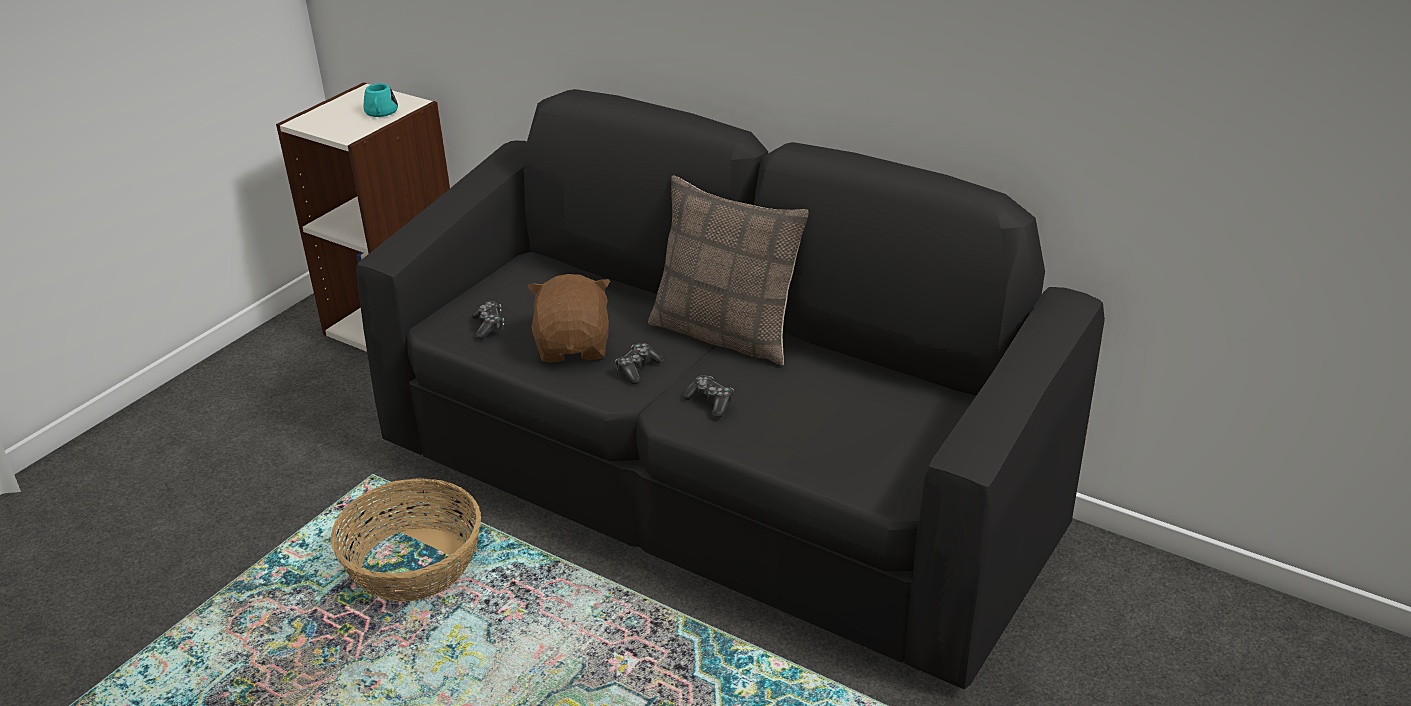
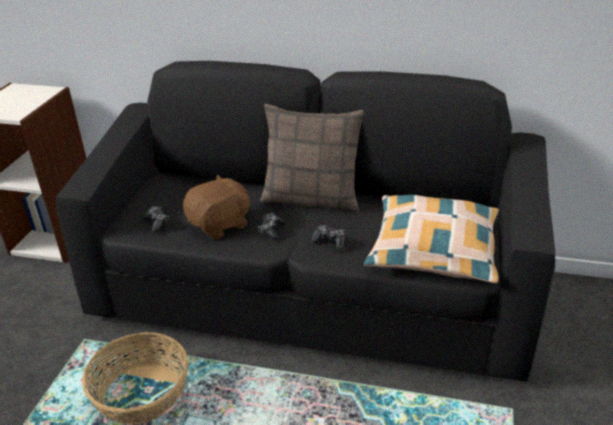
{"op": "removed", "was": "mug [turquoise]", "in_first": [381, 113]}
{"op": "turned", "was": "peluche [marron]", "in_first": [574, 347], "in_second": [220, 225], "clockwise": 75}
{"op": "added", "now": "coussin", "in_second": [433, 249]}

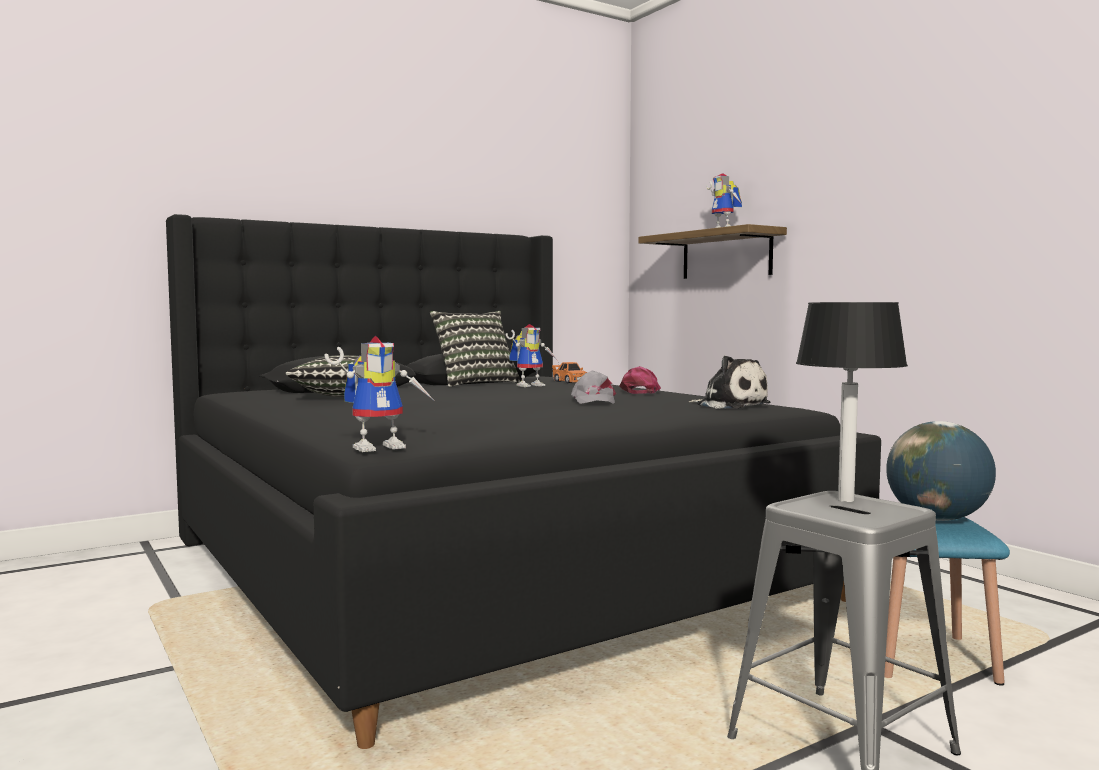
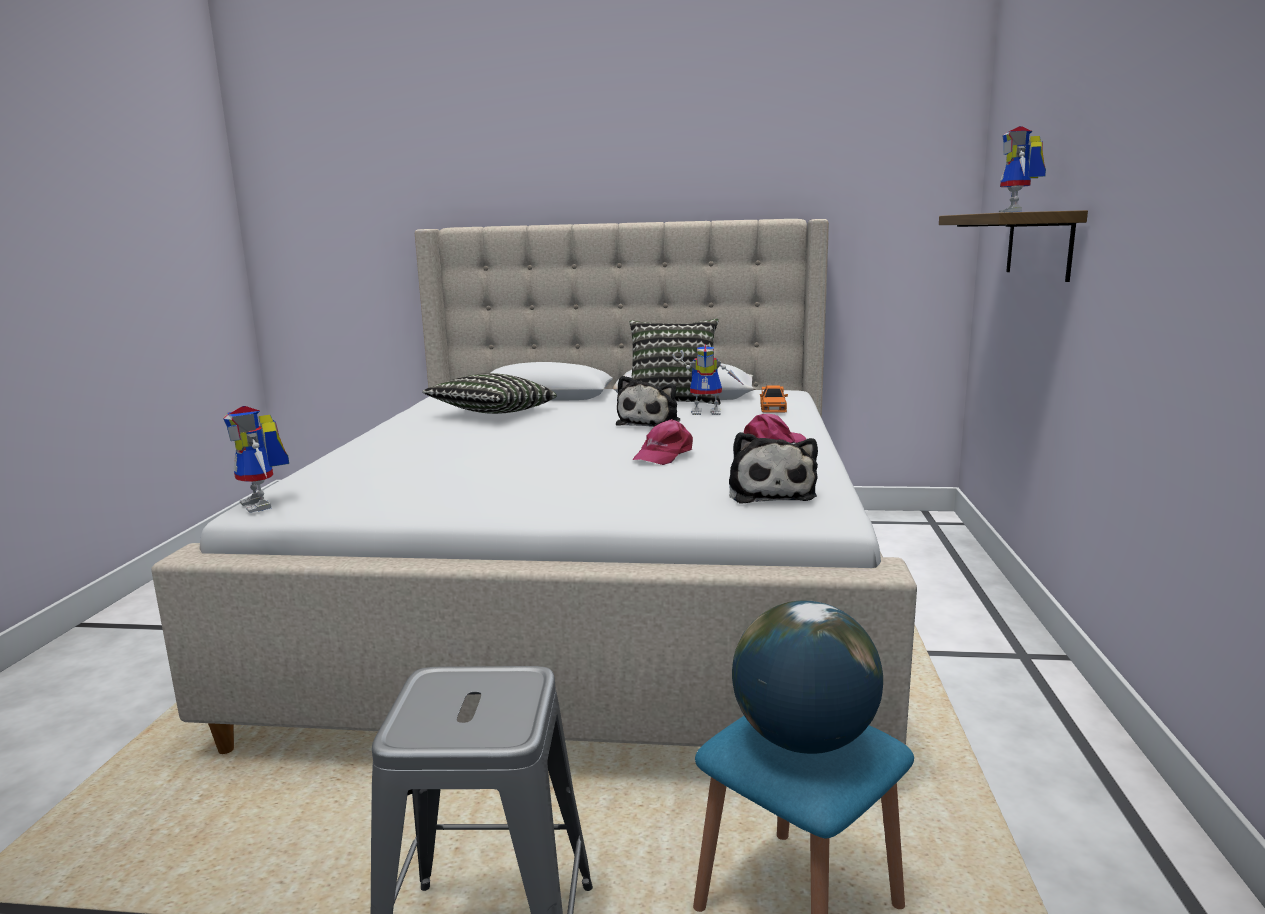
{"op": "recoloured", "was": "lit [noir]", "now": "lit [beige]", "in_first": [484, 566], "in_second": [595, 600]}
{"op": "removed", "was": "lampe de table", "in_first": [846, 500]}
{"op": "turned", "was": "robot jouet", "in_first": [381, 447], "in_second": [264, 505], "clockwise": 45}
{"op": "recoloured", "was": "casquette [gris]", "now": "casquette [rose]", "in_first": [593, 400], "in_second": [664, 455]}
{"op": "added", "now": "peluche", "in_second": [651, 423]}

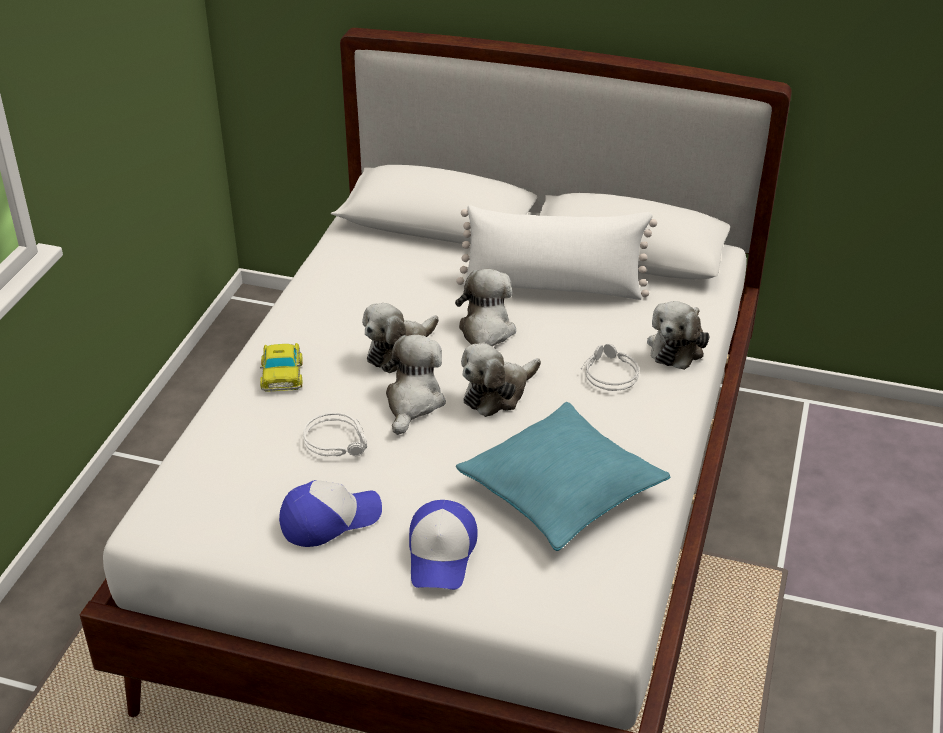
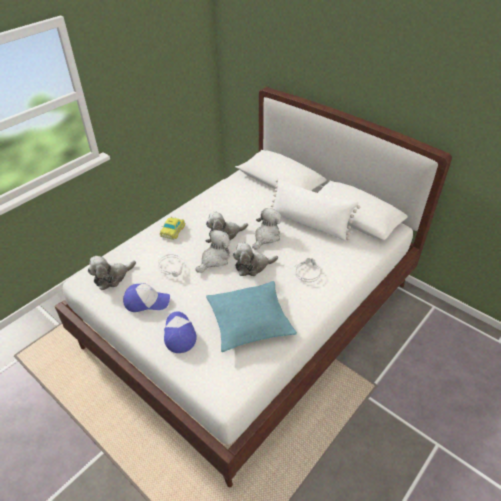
{"op": "moved", "was": "peluche", "in_first": [677, 346], "in_second": [112, 277]}
{"op": "turned", "was": "casquette", "in_first": [441, 554], "in_second": [179, 334], "clockwise": 135}

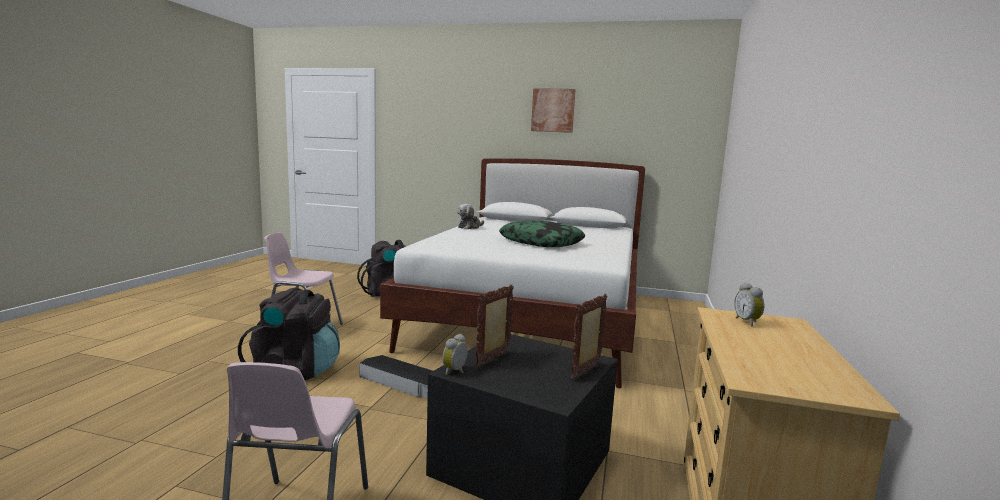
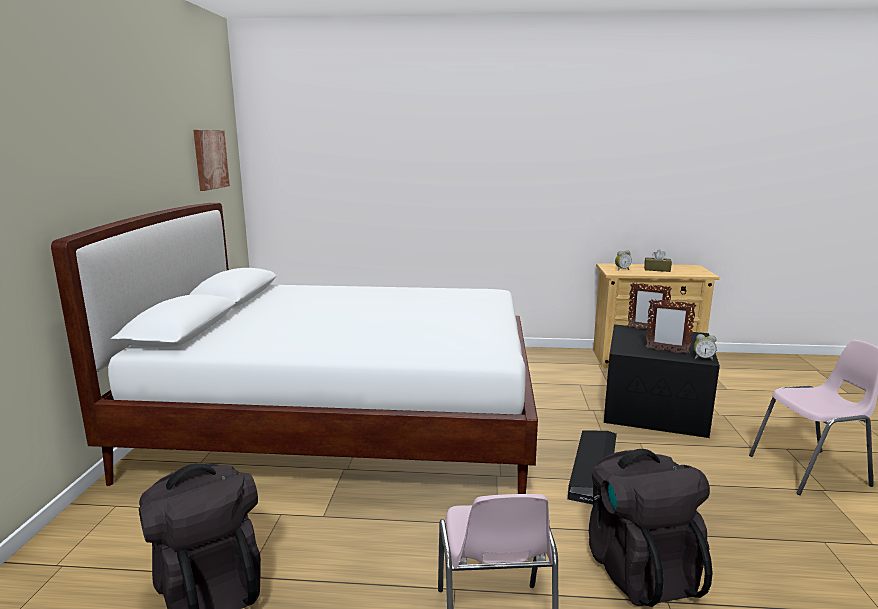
{"op": "moved", "was": "tableau", "in_first": [553, 110], "in_second": [210, 159]}
{"op": "removed", "was": "peluche", "in_first": [470, 227]}
{"op": "removed", "was": "coussin", "in_first": [541, 242]}
{"op": "added", "now": "boîte à mouchoirs [marron]", "in_second": [657, 269]}

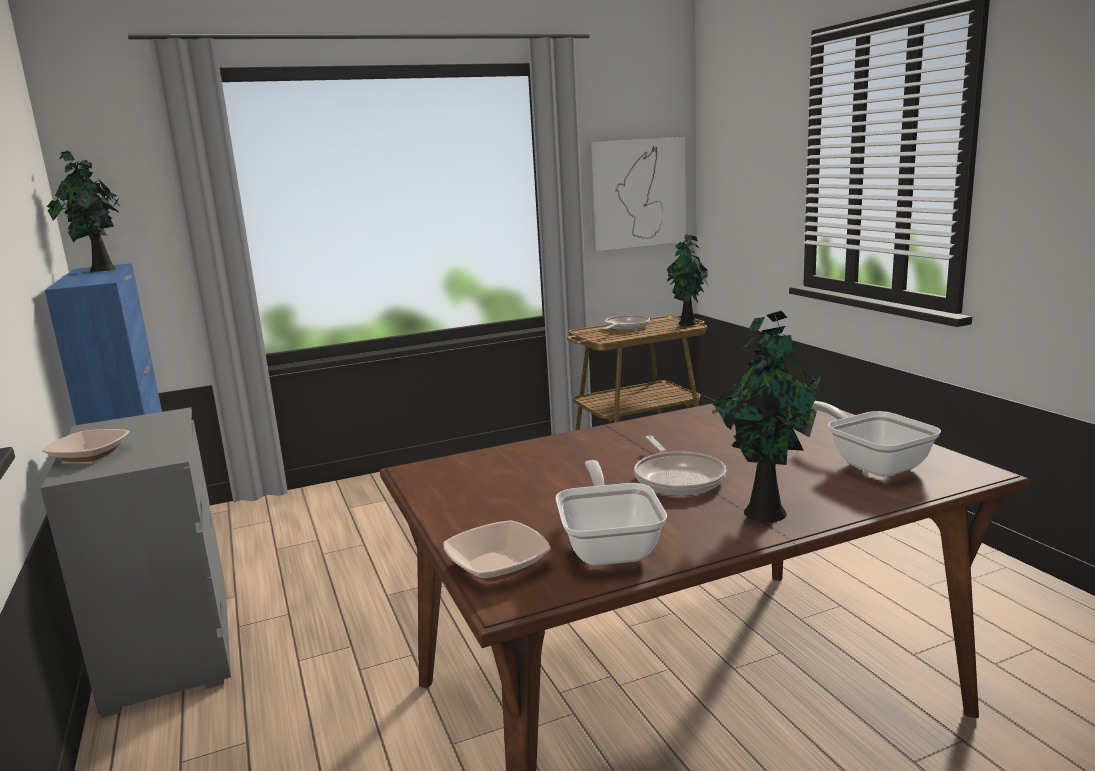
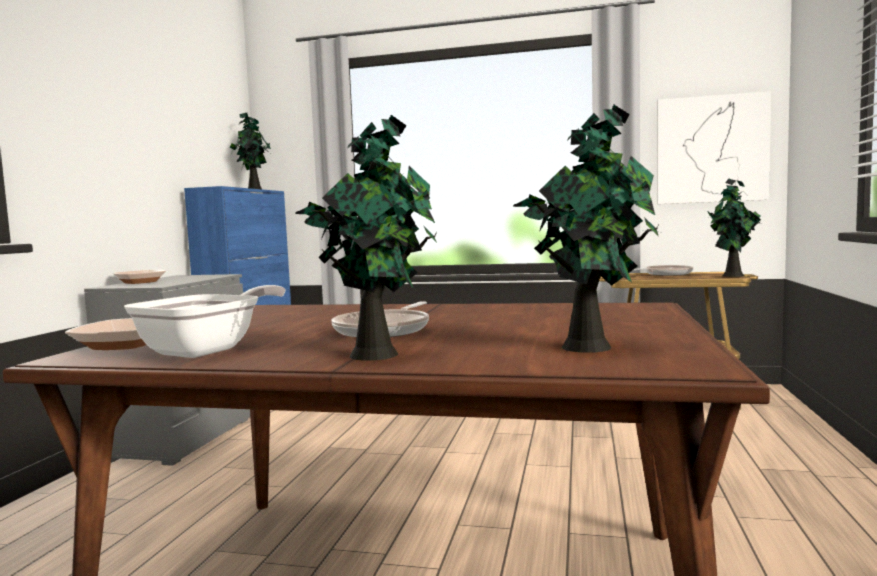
{"op": "replaced", "was": "poêle", "now": "plante en pot", "in_first": [872, 463], "in_second": [590, 346]}

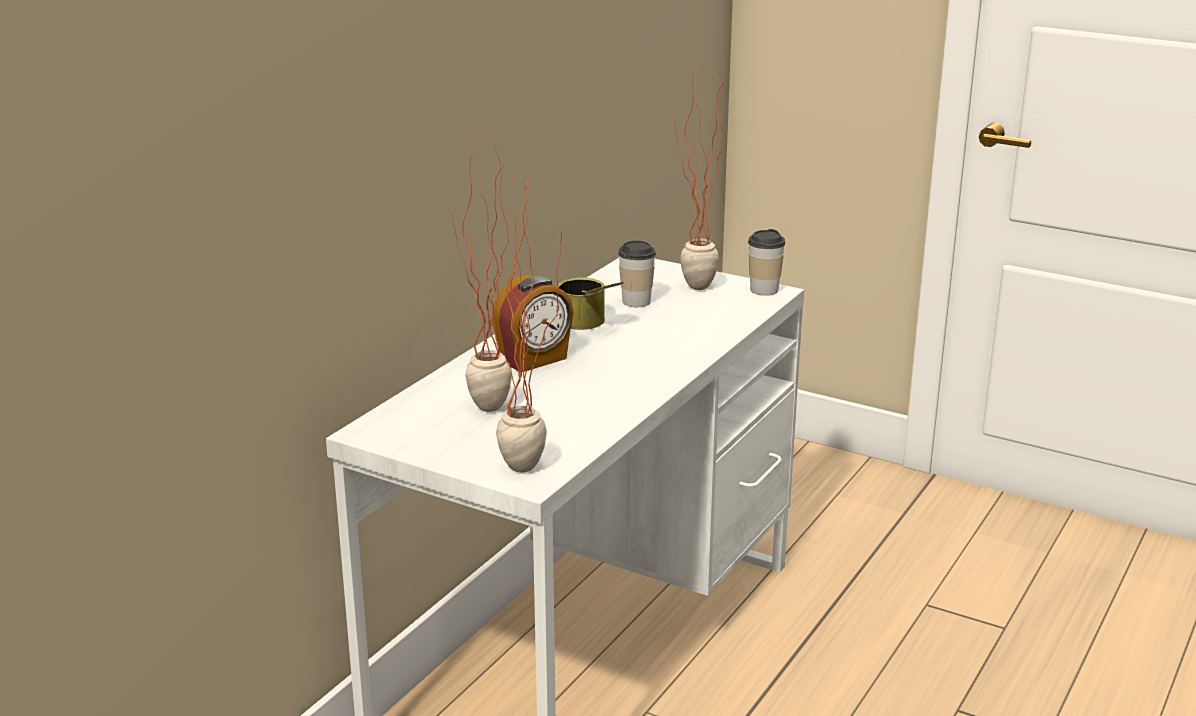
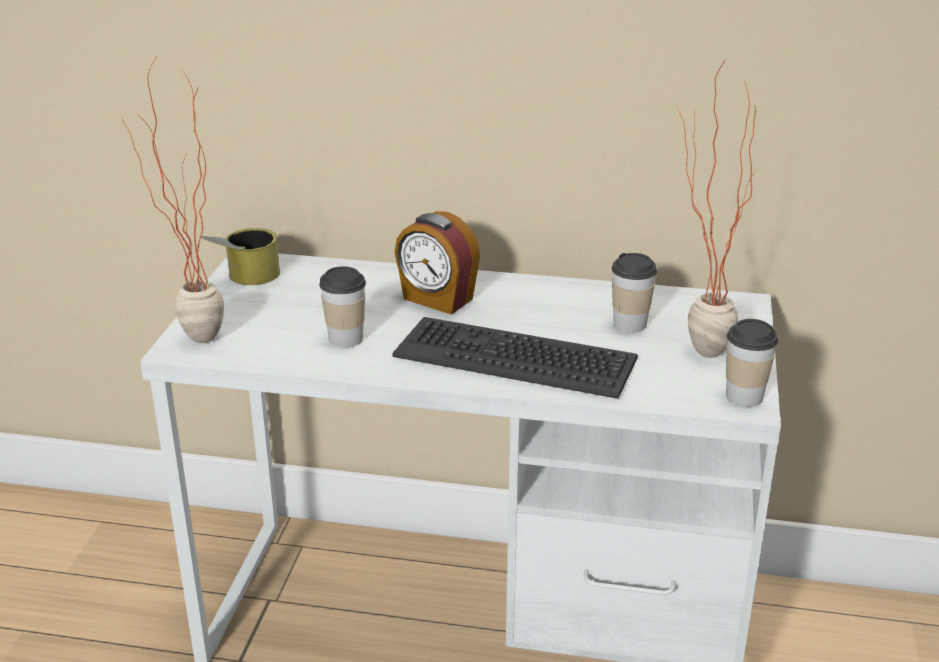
{"op": "removed", "was": "plante en pot", "in_first": [483, 414]}
{"op": "moved", "was": "boîte métallique", "in_first": [589, 325], "in_second": [243, 280]}
{"op": "added", "now": "tasse", "in_second": [346, 338]}
{"op": "added", "now": "clavier", "in_second": [516, 358]}

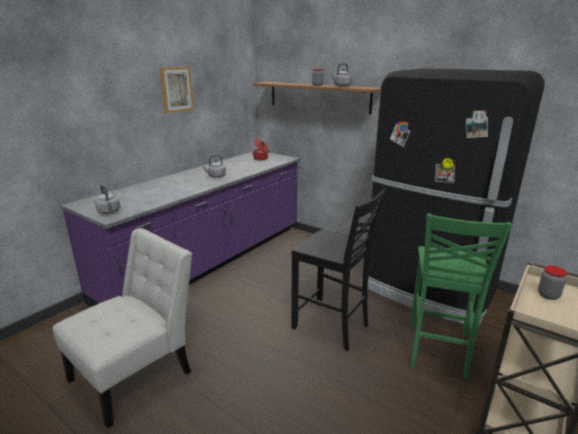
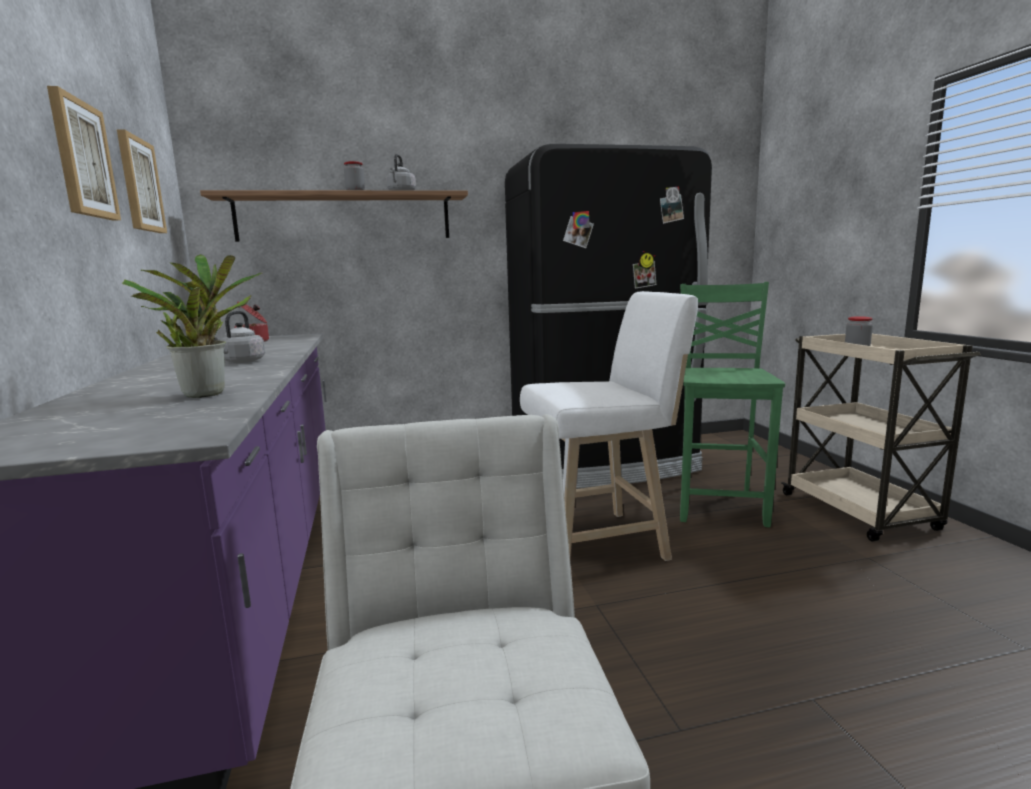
{"op": "removed", "was": "bouilloire [gris]", "in_first": [109, 212]}
{"op": "replaced", "was": "chaise [noir]", "now": "tabouret [blanc]", "in_first": [332, 327], "in_second": [602, 542]}
{"op": "turned", "was": "chaise [vert]", "in_first": [437, 351], "in_second": [720, 504], "clockwise": -135}
{"op": "added", "now": "tableau", "in_second": [140, 185]}
{"op": "added", "now": "plante en pot", "in_second": [207, 393]}

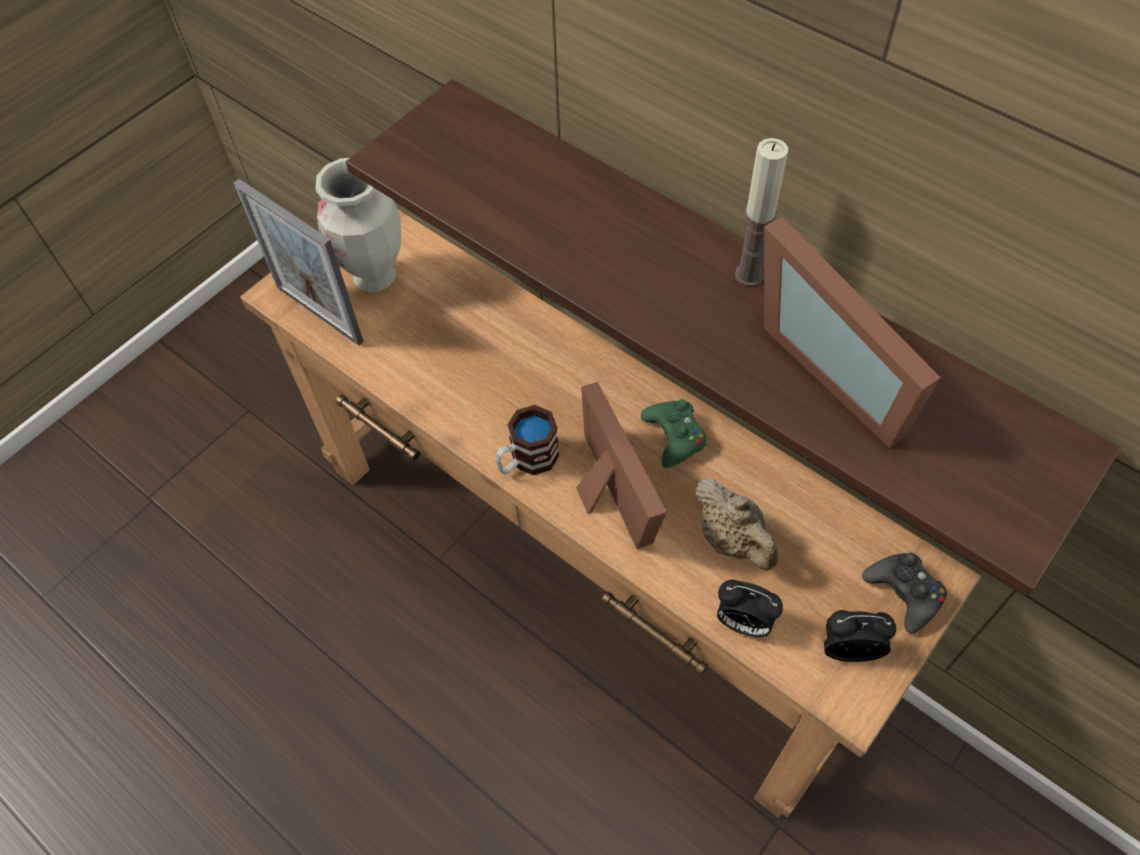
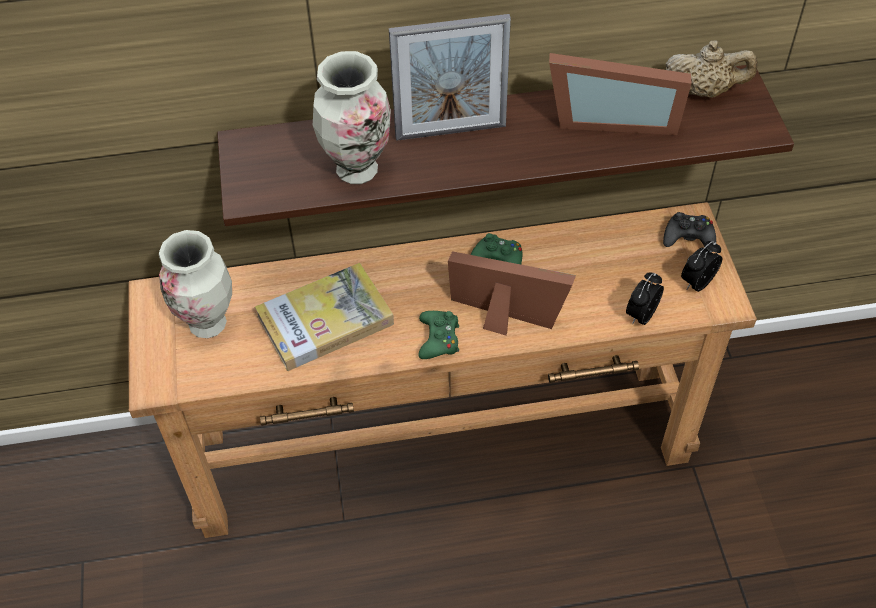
{"op": "removed", "was": "bougie", "in_first": [749, 275]}
{"op": "moved", "was": "cadre photo", "in_first": [319, 314], "in_second": [450, 131]}
{"op": "replaced", "was": "mug", "now": "manette [vert]", "in_first": [527, 460], "in_second": [439, 339]}
{"op": "moved", "was": "théière [beige]", "in_first": [733, 540], "in_second": [705, 91]}
{"op": "turned", "was": "réveil", "in_first": [743, 622], "in_second": [641, 314], "clockwise": 150}
{"op": "added", "now": "vase", "in_second": [357, 170]}
{"op": "added", "now": "livre", "in_second": [325, 320]}

